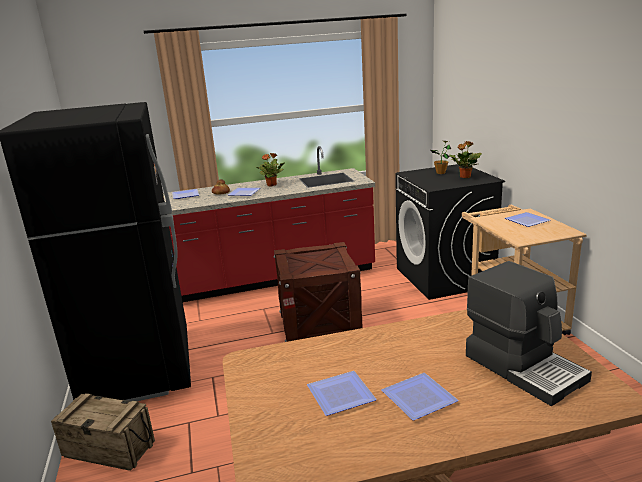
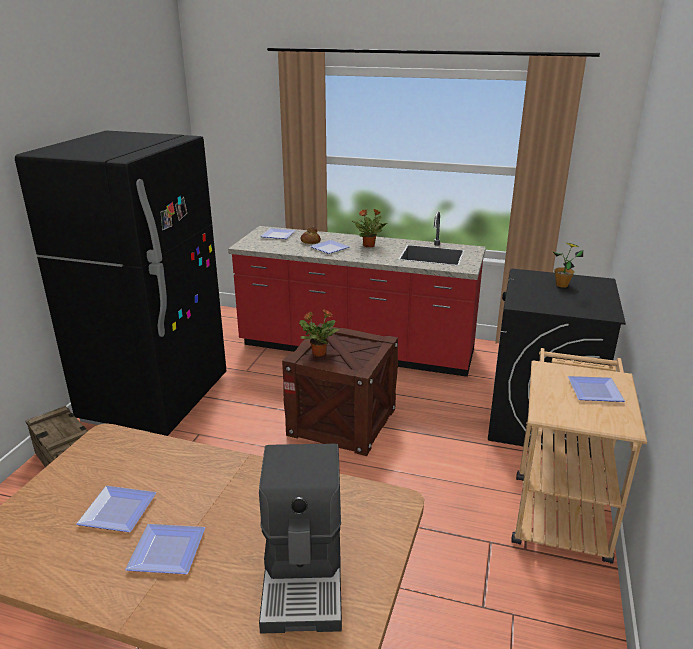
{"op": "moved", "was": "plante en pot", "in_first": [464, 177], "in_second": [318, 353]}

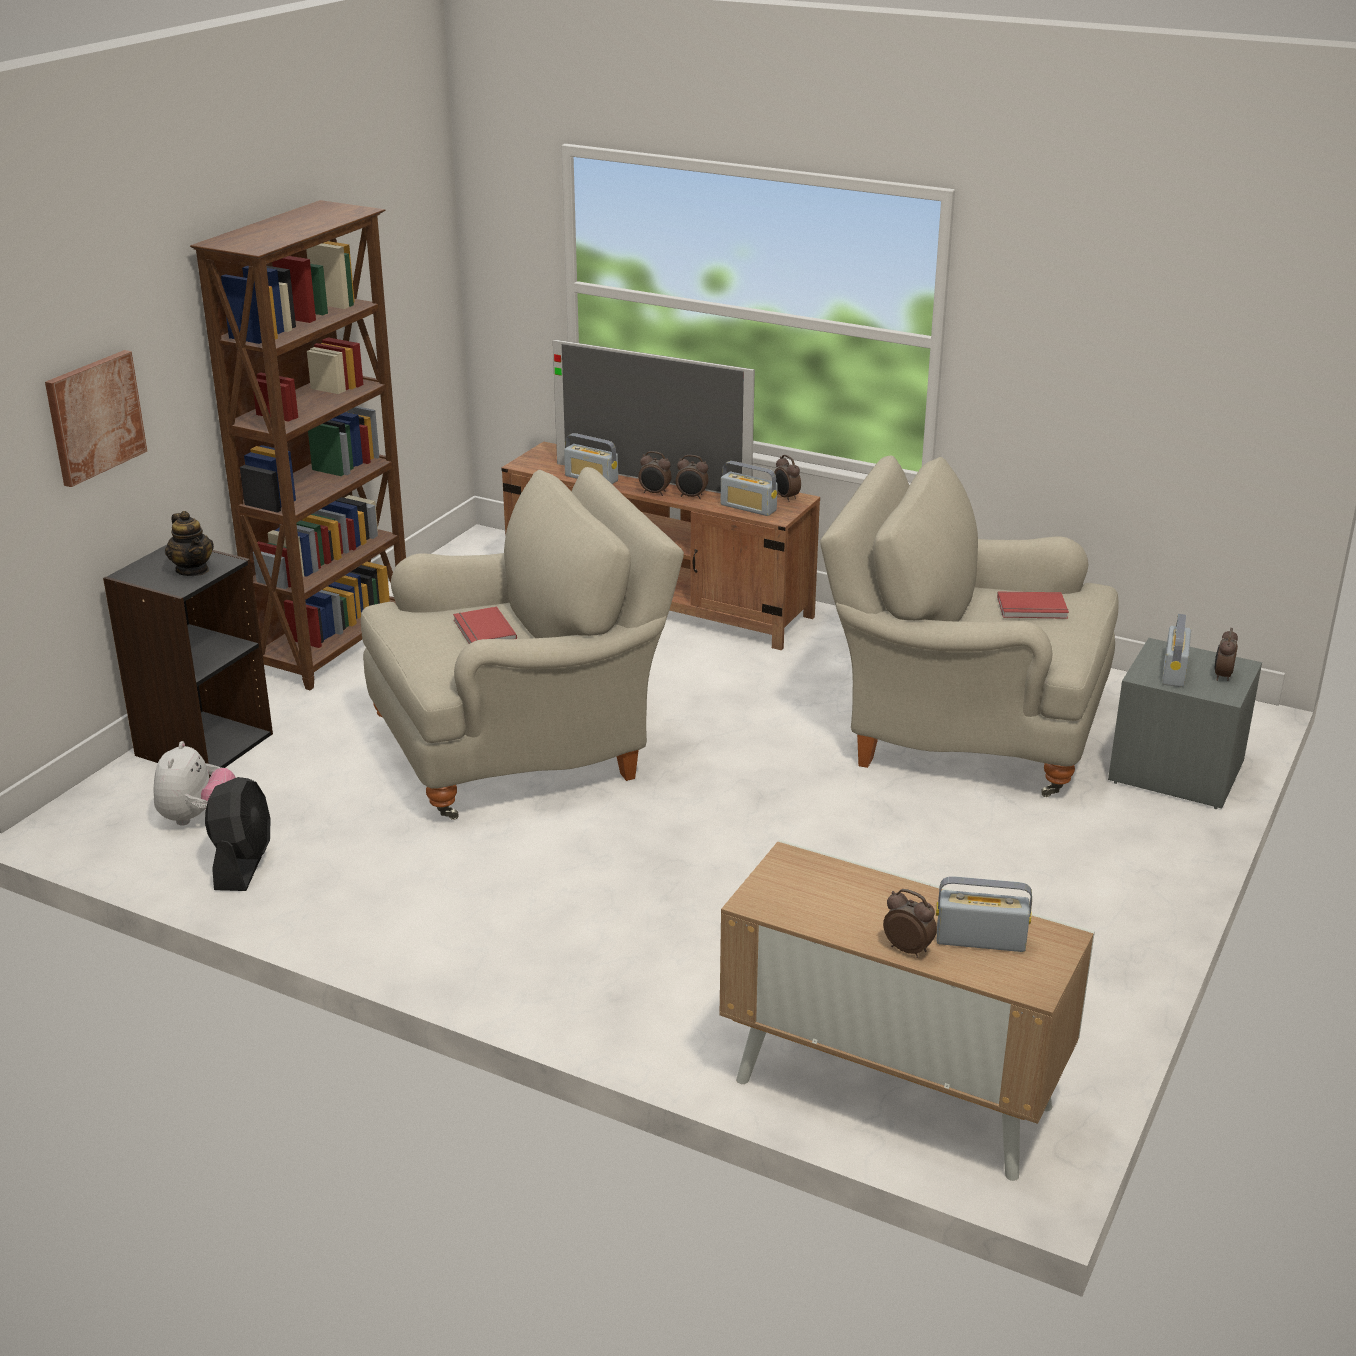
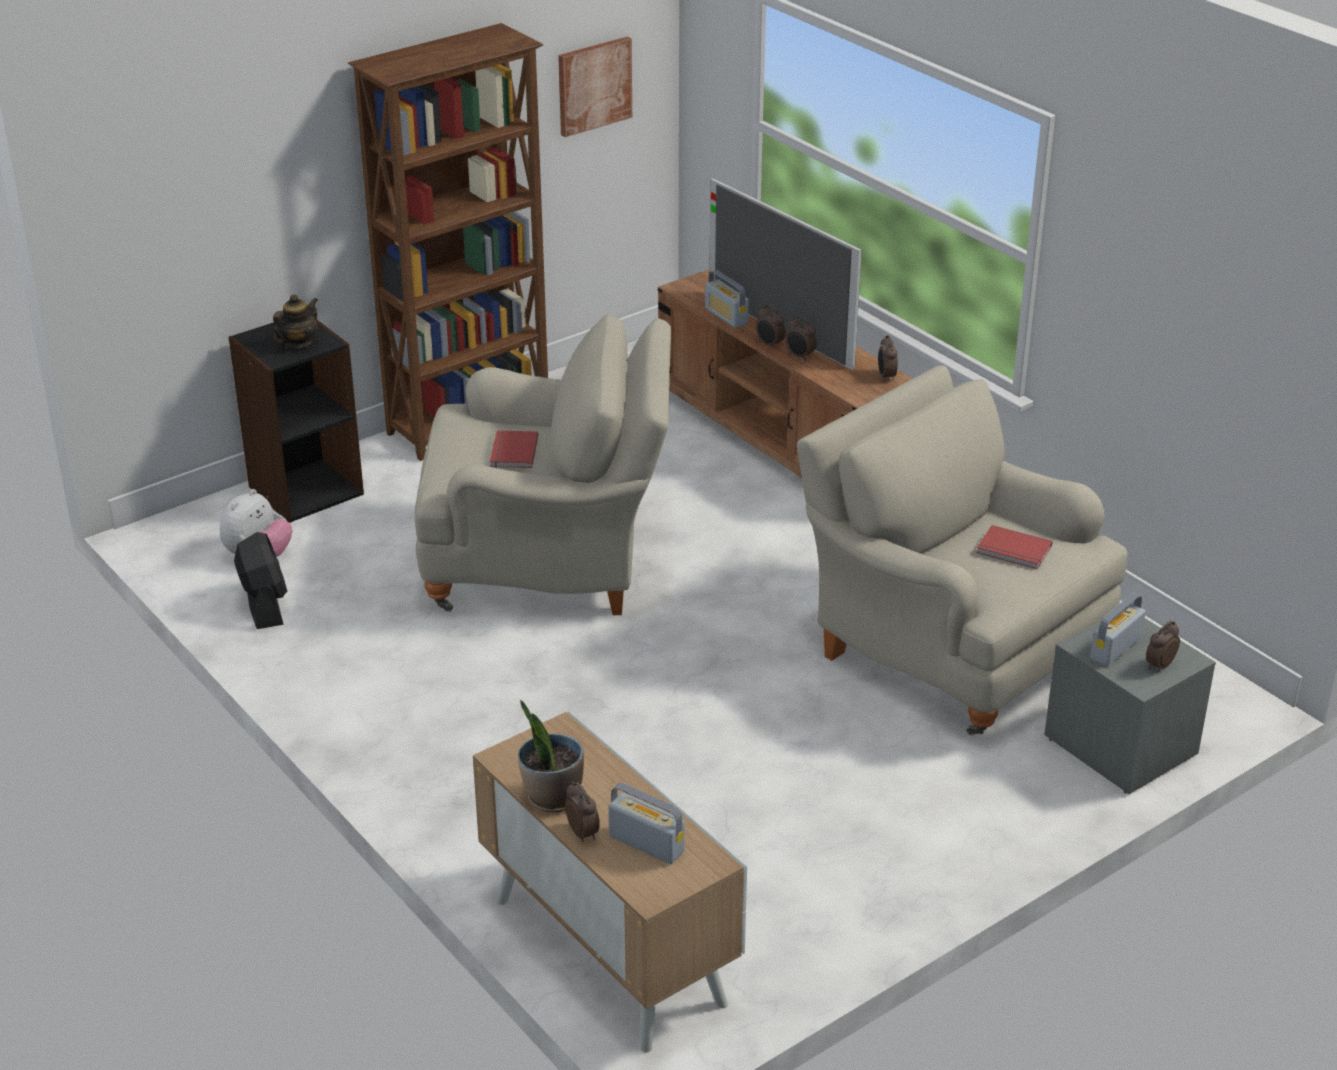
{"op": "moved", "was": "tableau", "in_first": [94, 417], "in_second": [594, 85]}
{"op": "removed", "was": "radio", "in_first": [748, 508]}
{"op": "turned", "was": "théière", "in_first": [193, 570], "in_second": [298, 344], "clockwise": -135}
{"op": "turned", "was": "ventilateur [noir]", "in_first": [243, 864], "in_second": [264, 605], "clockwise": -45}
{"op": "added", "now": "plante en pot", "in_second": [552, 797]}

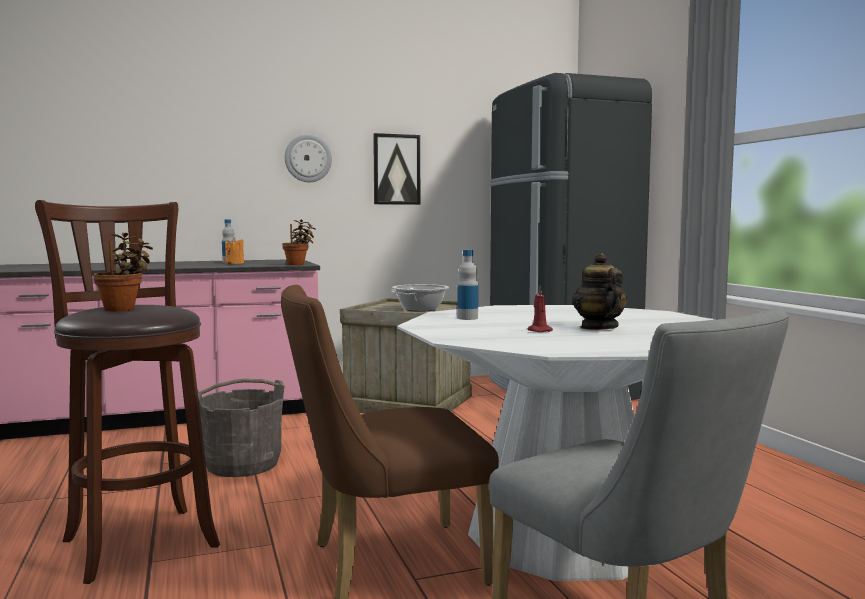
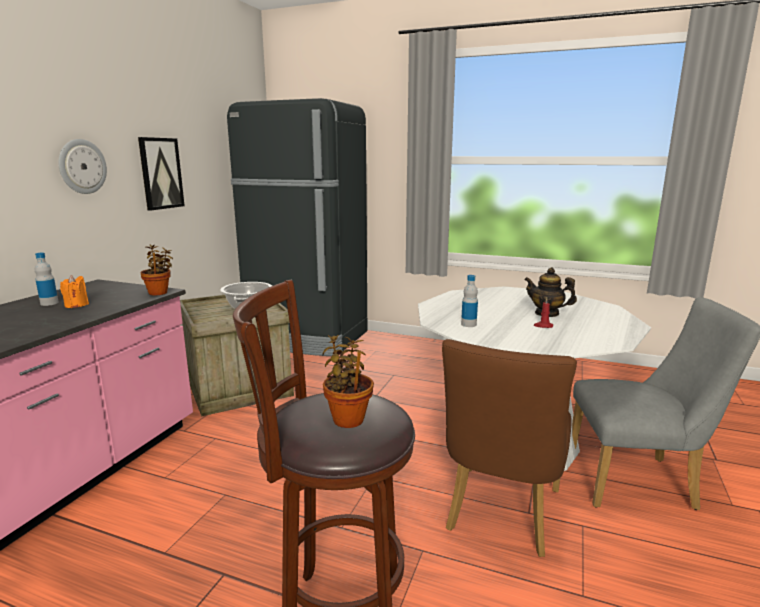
{"op": "removed", "was": "seau [gris]", "in_first": [242, 464]}

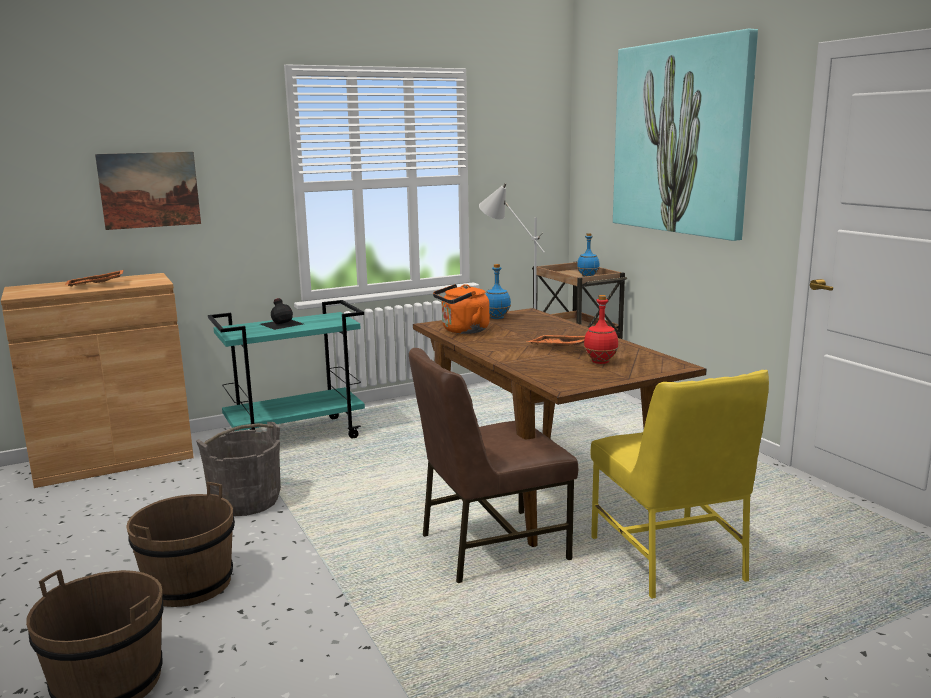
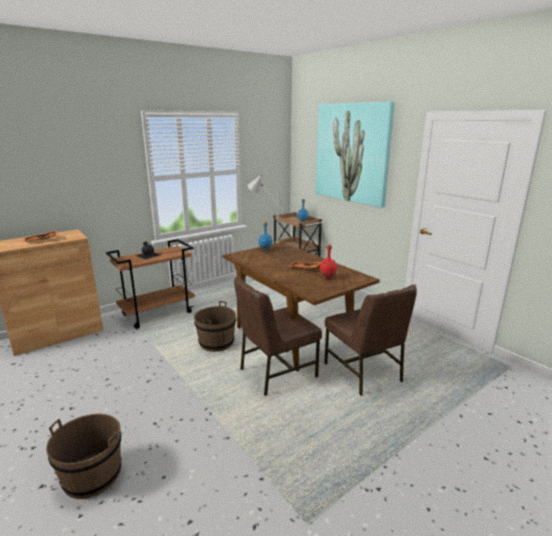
{"op": "removed", "was": "tableau", "in_first": [149, 190]}
{"op": "removed", "was": "bouilloire [orange]", "in_first": [462, 331]}
{"op": "recoloured", "was": "chariot [turquoise]", "now": "chariot [marron]", "in_first": [296, 436], "in_second": [158, 313]}
{"op": "recoloured", "was": "chaise [jaune]", "now": "chaise [marron]", "in_first": [669, 560], "in_second": [363, 373]}
{"op": "removed", "was": "seau [gris]", "in_first": [245, 501]}
{"op": "moved", "was": "seau [marron]", "in_first": [189, 584], "in_second": [216, 343]}

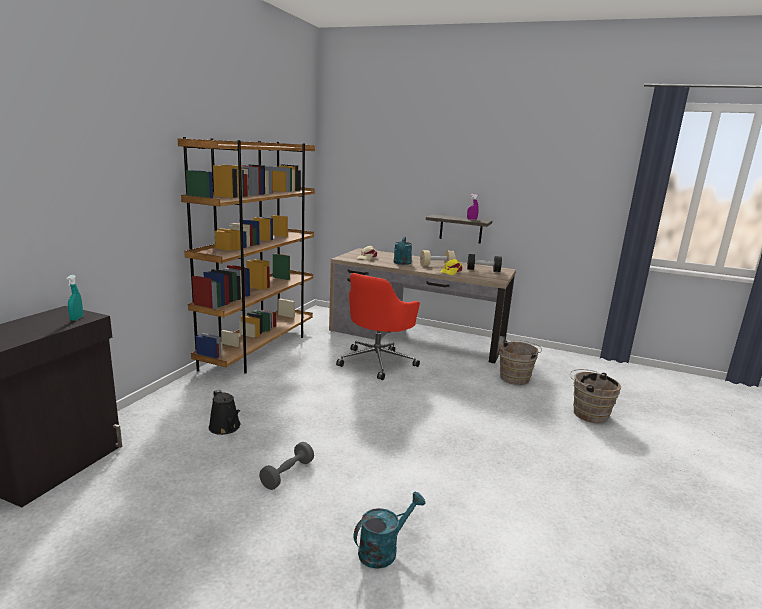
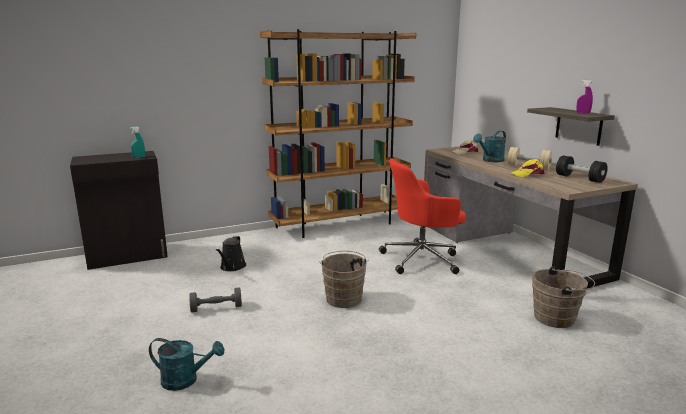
{"op": "moved", "was": "seau [marron]", "in_first": [587, 413], "in_second": [344, 298]}

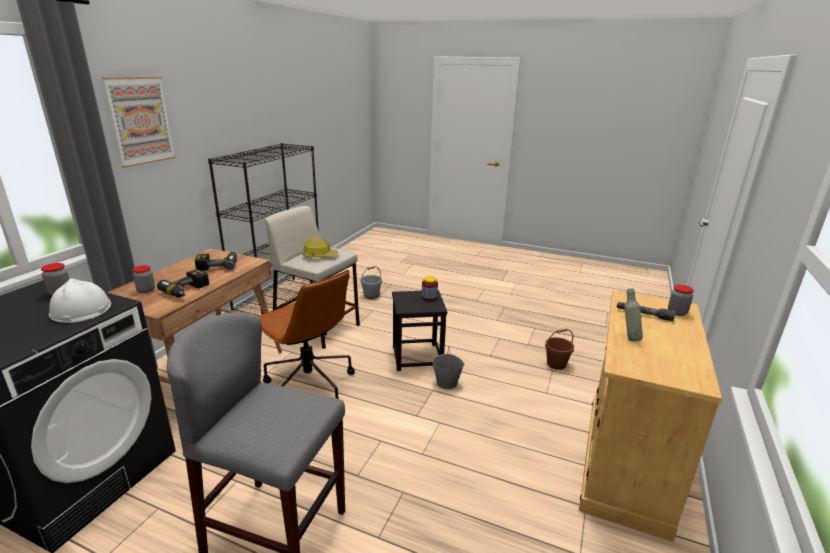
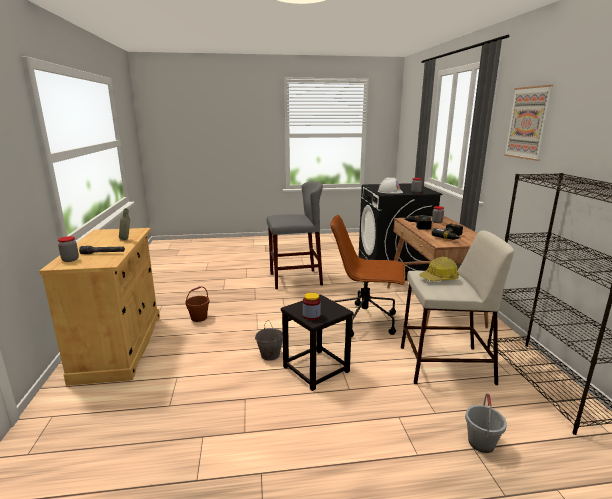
{"op": "moved", "was": "seau [marron]", "in_first": [556, 364], "in_second": [199, 318]}

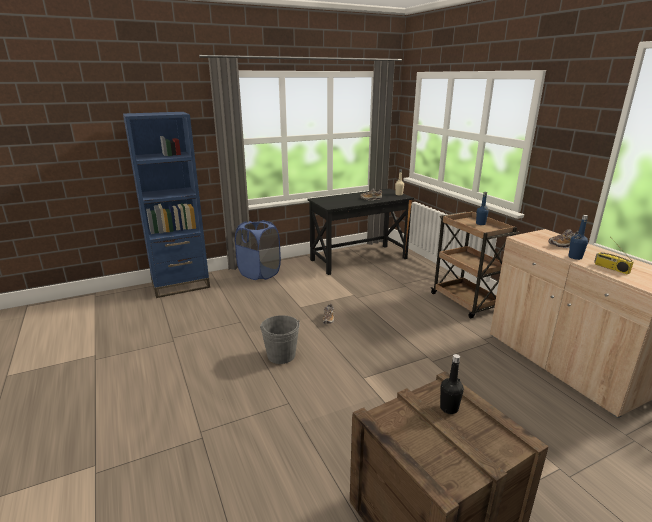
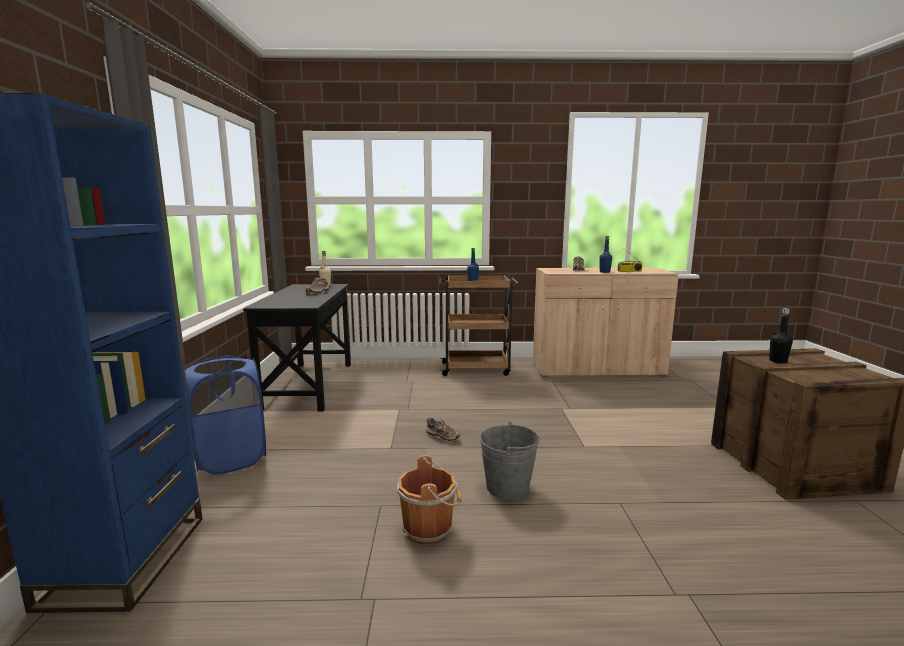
{"op": "added", "now": "seau [marron]", "in_second": [430, 528]}

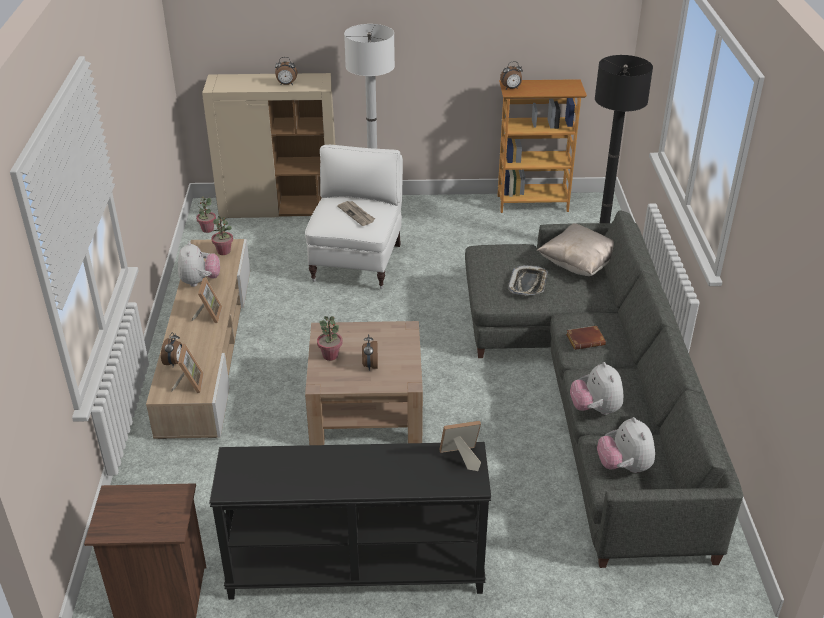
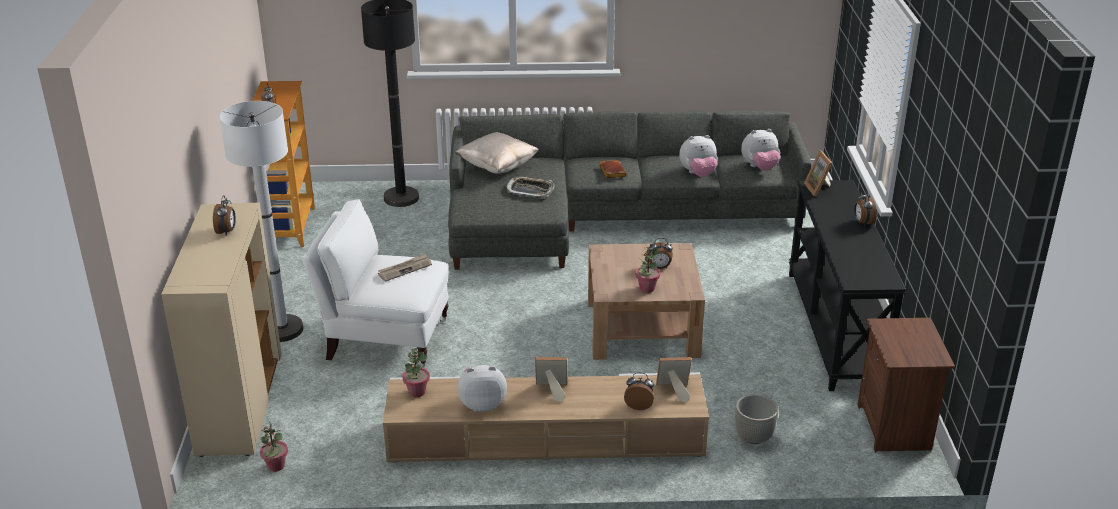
{"op": "added", "now": "réveil", "in_second": [862, 222]}
{"op": "added", "now": "cache-pot [gris]", "in_second": [753, 437]}

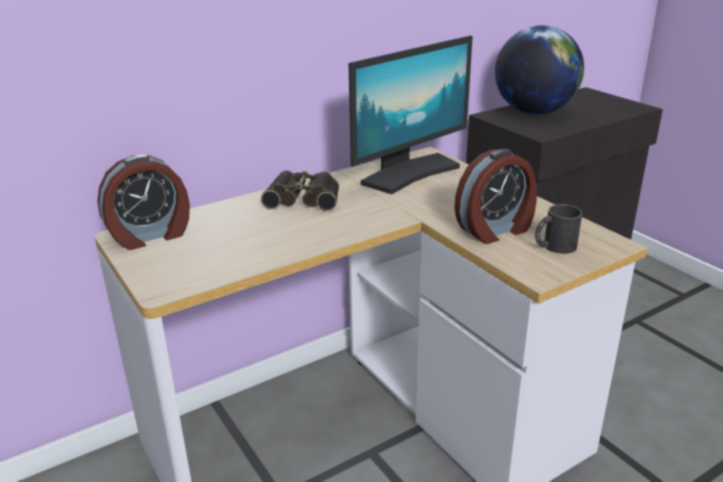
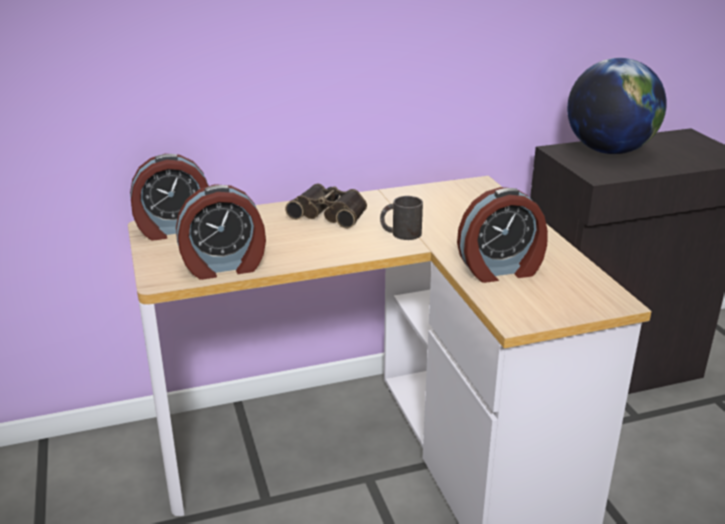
{"op": "removed", "was": "écran d'ordinateur", "in_first": [409, 173]}
{"op": "moved", "was": "mug [noir]", "in_first": [554, 247], "in_second": [400, 233]}
{"op": "added", "now": "réveil", "in_second": [224, 267]}

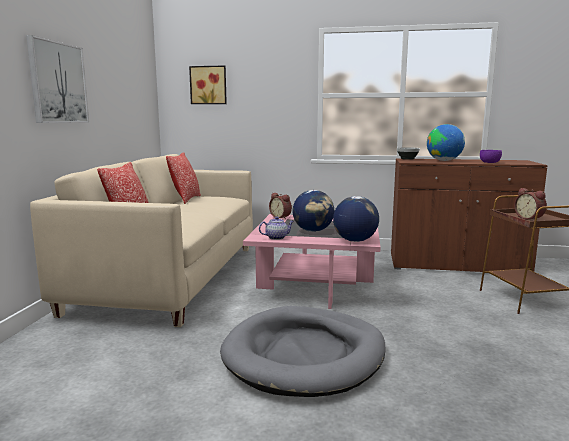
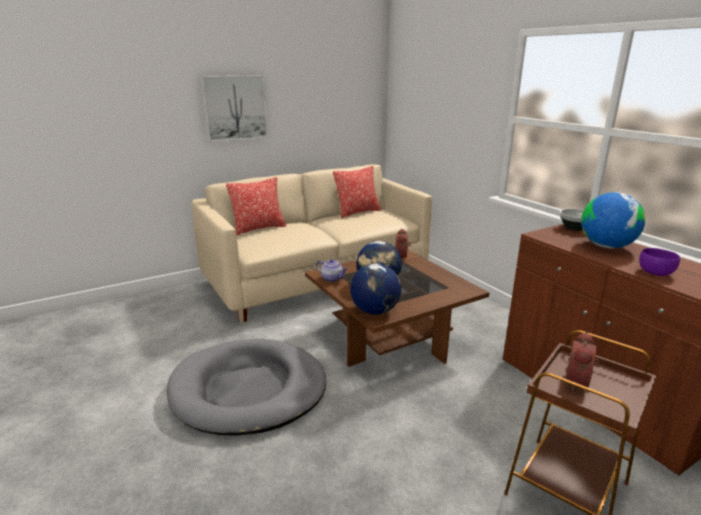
{"op": "removed", "was": "tableau", "in_first": [208, 85]}
{"op": "recoloured", "was": "table basse [rose]", "now": "table basse [marron]", "in_first": [315, 285], "in_second": [390, 338]}

